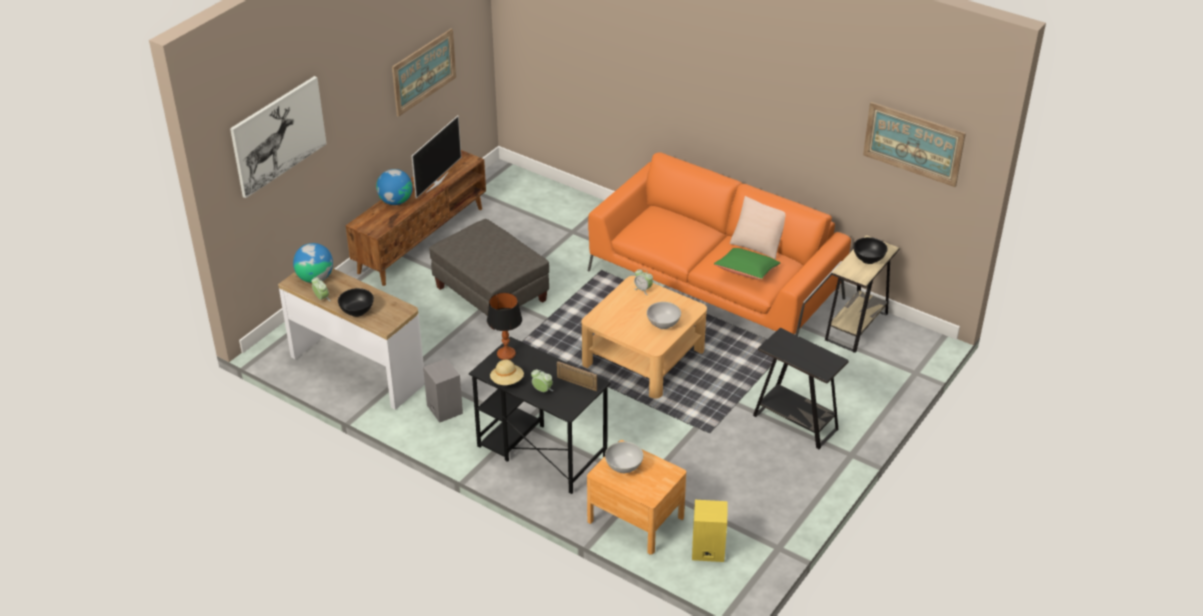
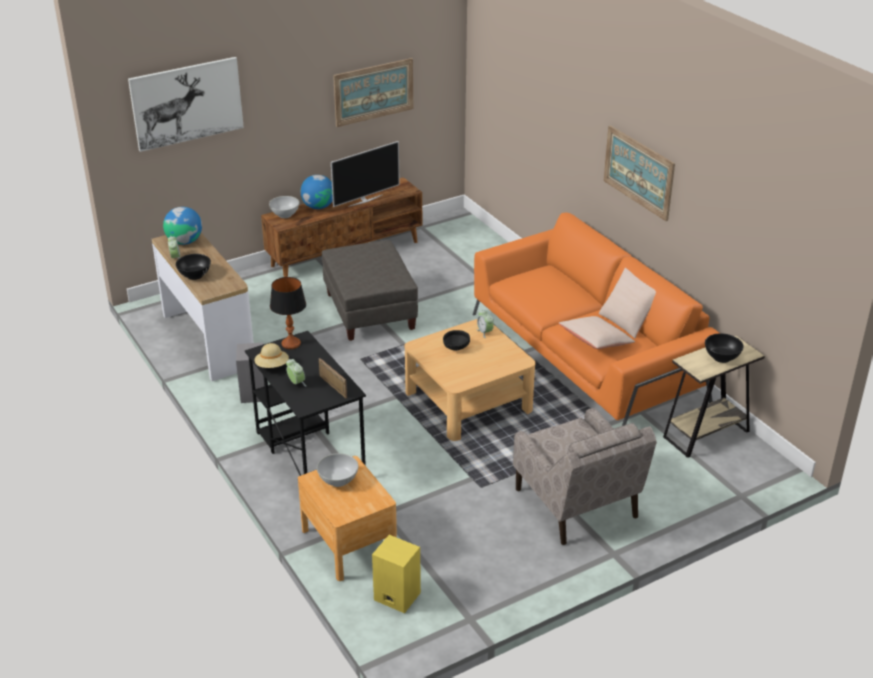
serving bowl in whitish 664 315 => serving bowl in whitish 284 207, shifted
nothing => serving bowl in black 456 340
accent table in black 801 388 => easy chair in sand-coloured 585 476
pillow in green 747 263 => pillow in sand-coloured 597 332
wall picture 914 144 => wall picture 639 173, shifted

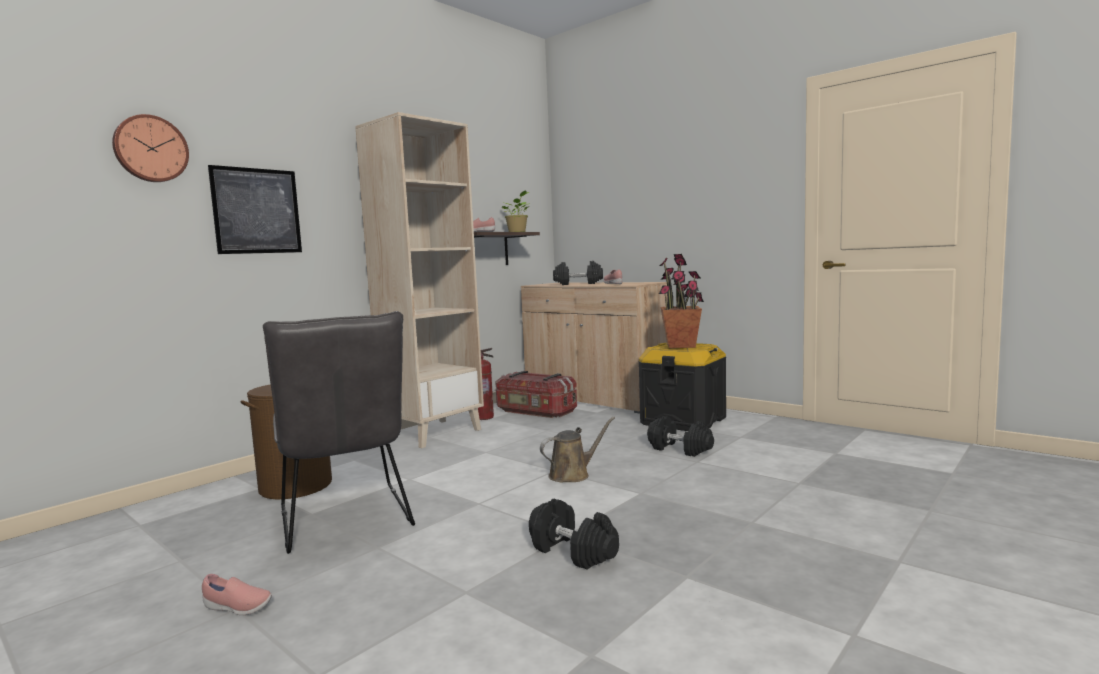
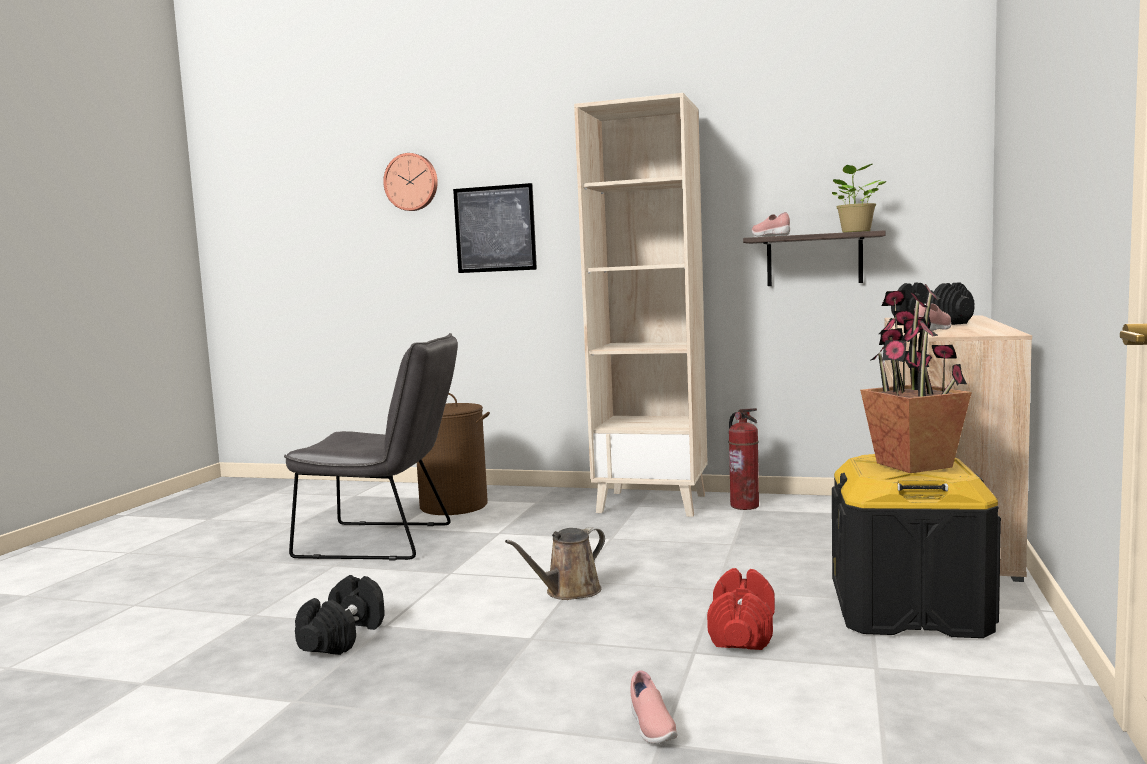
upright chair in gray 339 432 => upright chair in gray 371 446, 120 degrees counterclockwise
sprinkling can in brown 577 449 => sprinkling can in brown 555 563, 105 degrees clockwise
shoe in pinkish 237 594 => shoe in pinkish 653 707, shifted
hand weight in black 680 436 => hand weight in reddish 741 609
storage container 536 394 => nothing

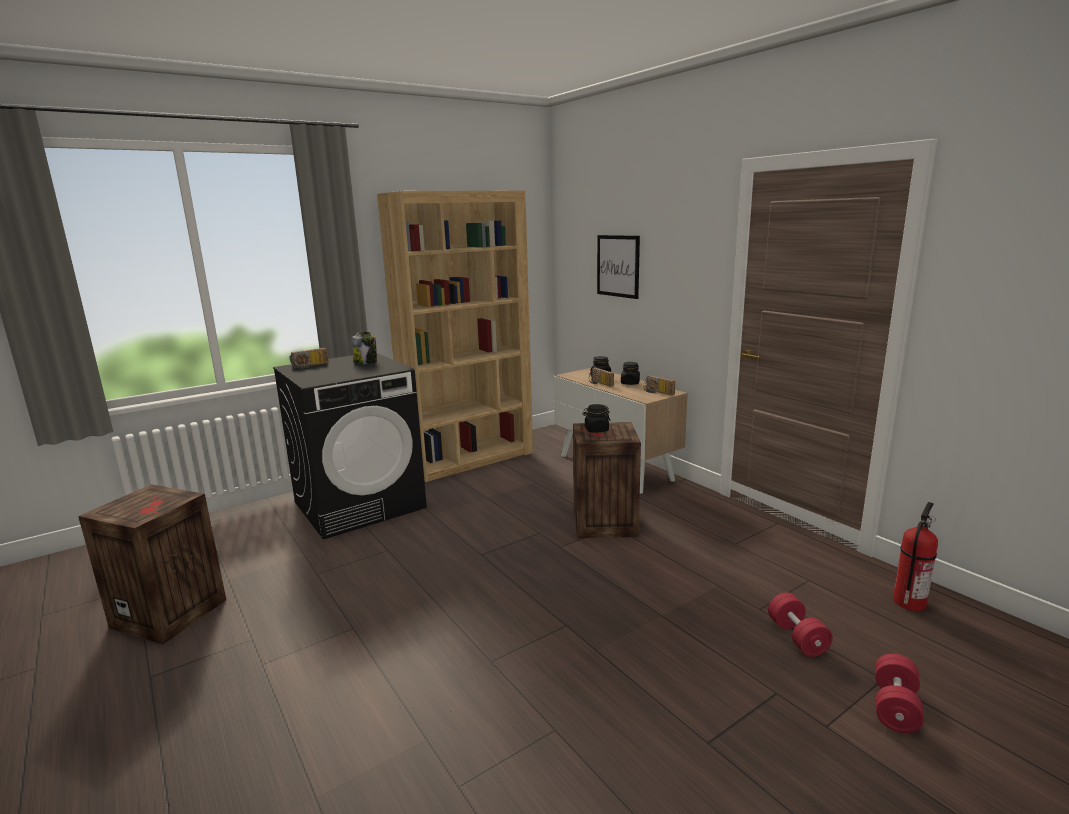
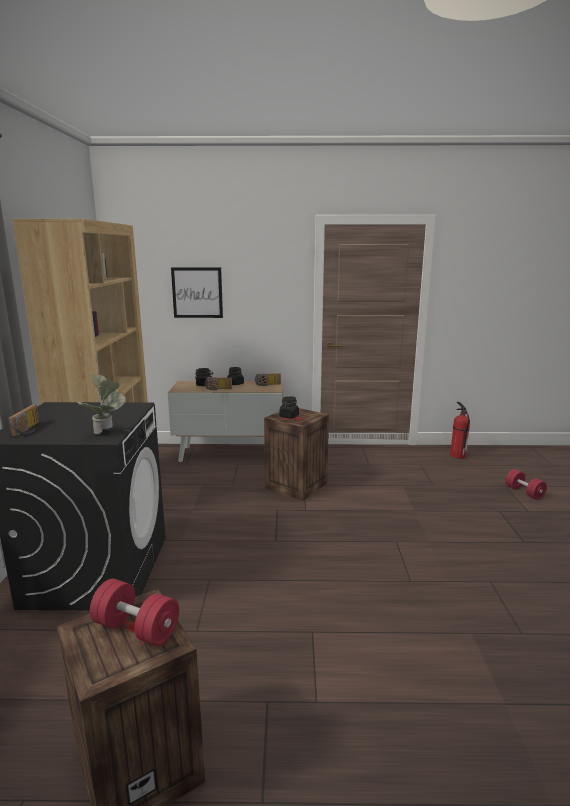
nothing => houseplant 101 404
hand weight in reddish 800 624 => hand weight in reddish 134 612, shifted
jar 364 348 => nothing

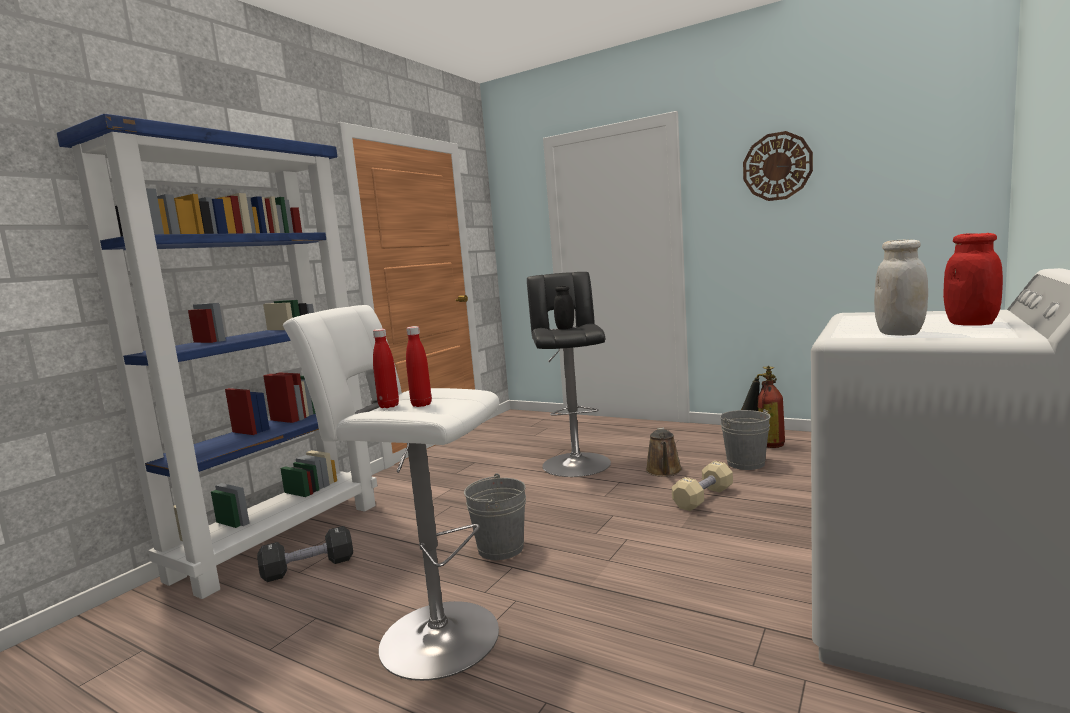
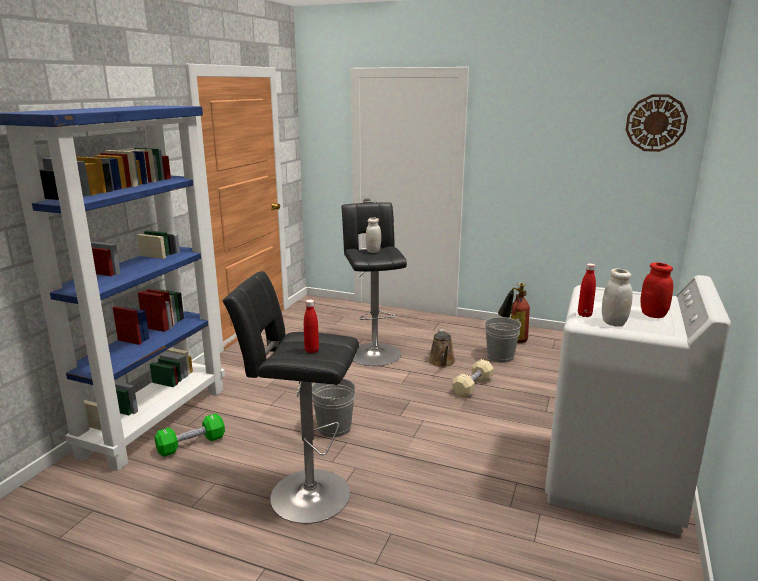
hand weight in black 305 554 => hand weight in green 190 435
stool seat in whitish 391 493 => stool seat in black 291 397
jar in black 564 308 => jar in whitish 373 235
drink bottle in reddish 386 368 => drink bottle in reddish 587 290, shifted
hanging clock 778 166 => hanging clock 657 123, shifted

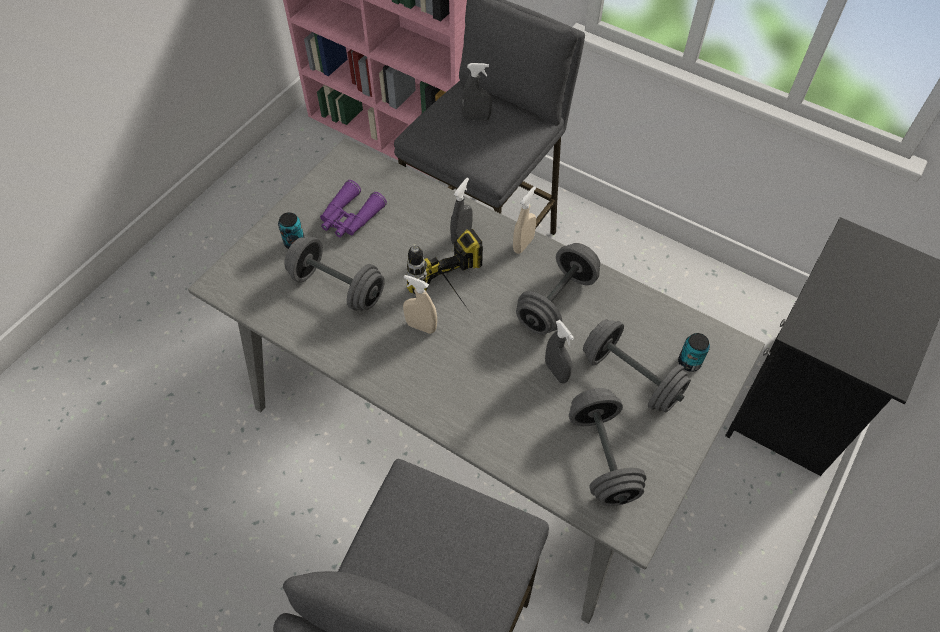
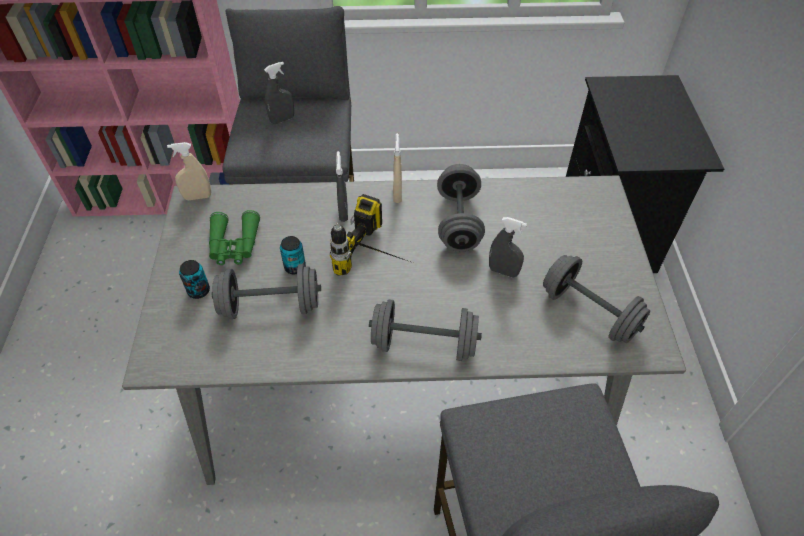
sprayer in sand-coloured 420 304 => sprayer in sand-coloured 189 171, shifted
binoculars in purple-coloured 353 208 => binoculars in green 234 237
sealed can 694 352 => sealed can 293 255, shifted
hand weight in gray 637 365 => hand weight in gray 425 330, shifted

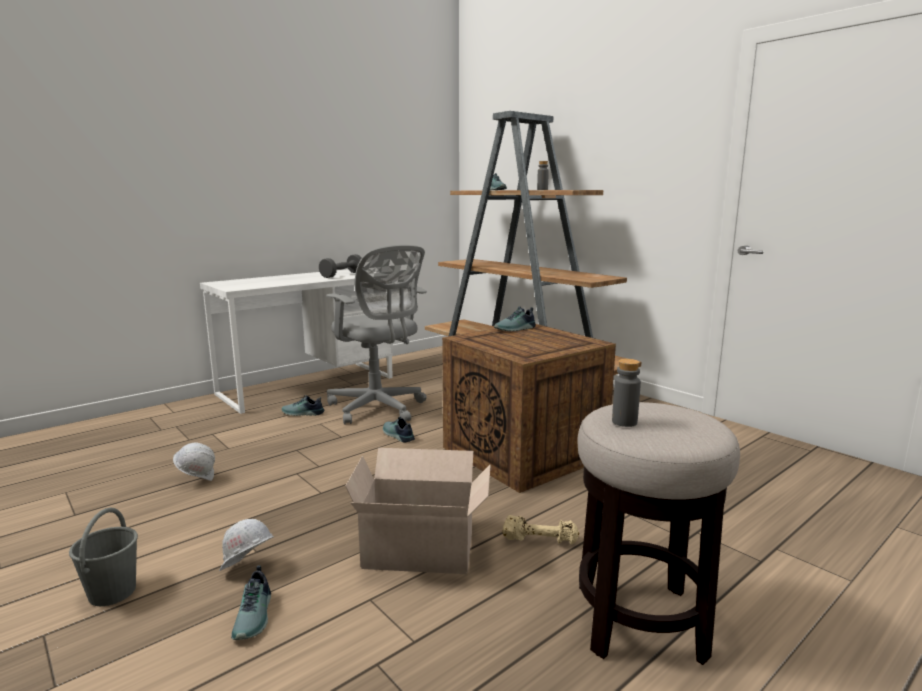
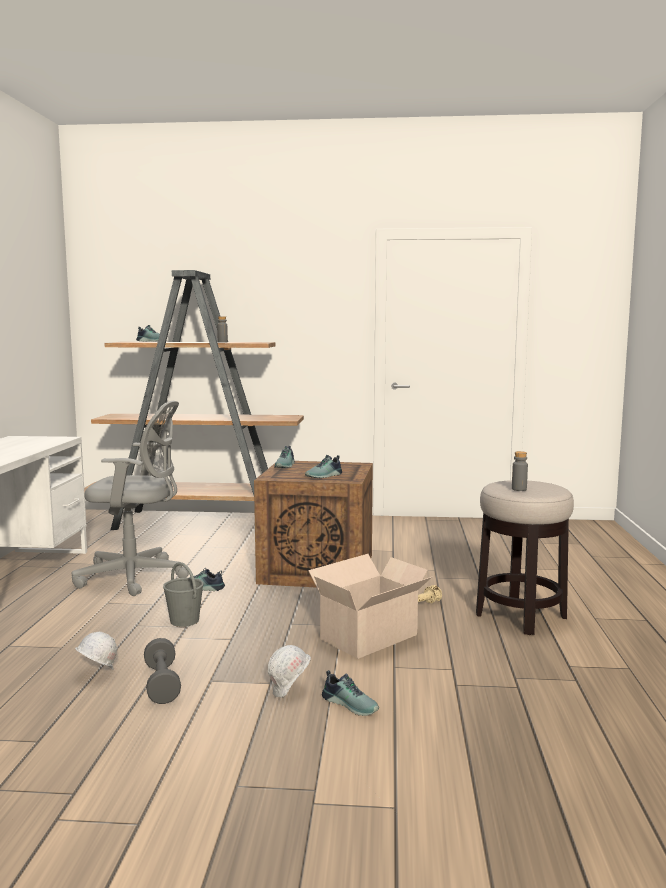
hand weight in gray 341 266 => hand weight in gray 162 671, shifted
bucket in gray 103 557 => bucket in gray 183 594, shifted
shoe 302 405 => shoe 323 466, shifted

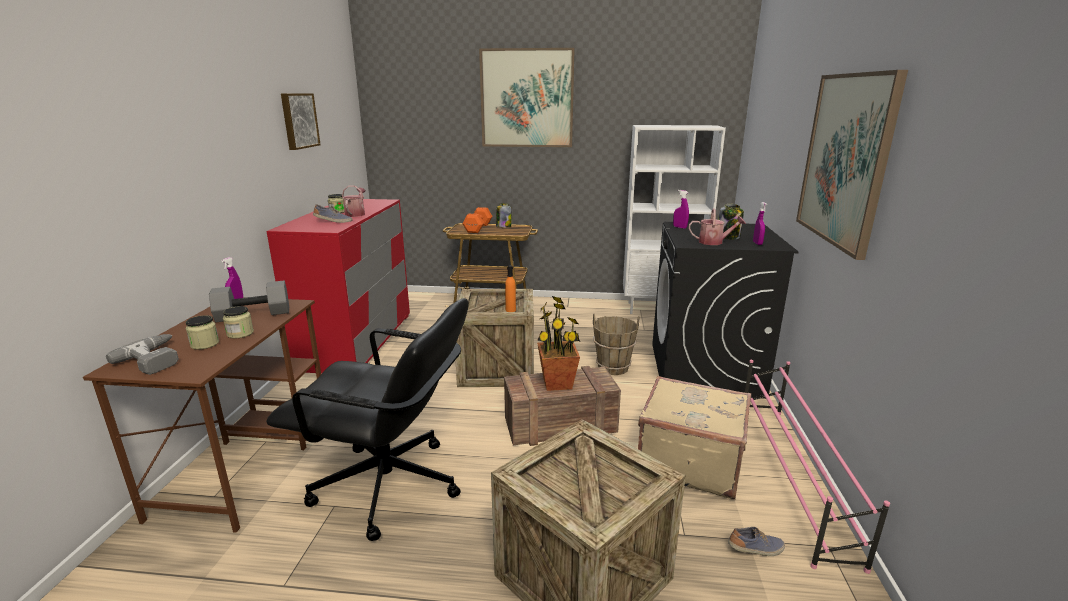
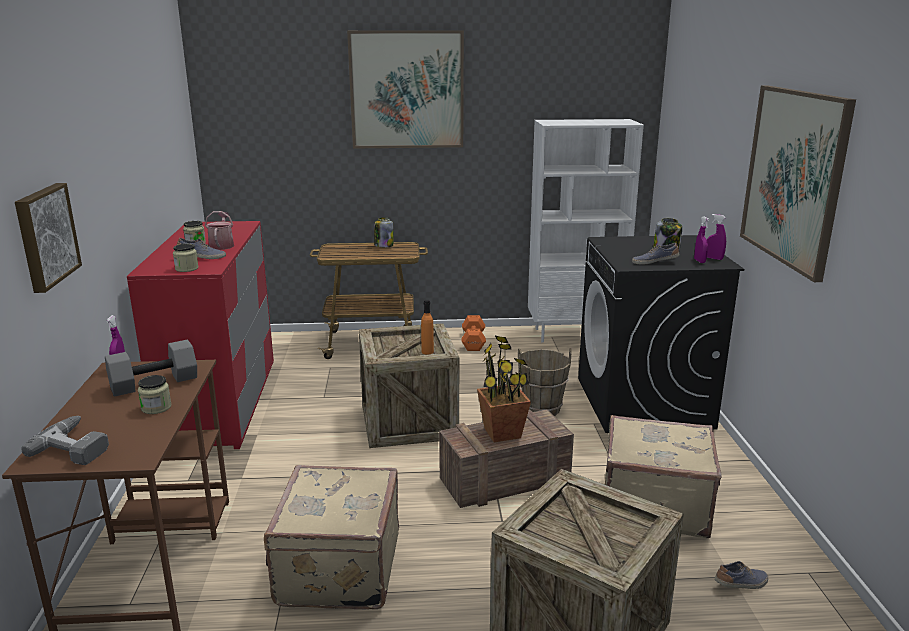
wall picture 301 121 => wall picture 48 238, shifted
jar 202 332 => jar 185 258, shifted
computer chair in black 367 419 => suitcase in sand-coloured 331 537
hand weight in orangey 477 220 => hand weight in orangey 474 333, shifted
sprinkling can 717 226 => shoe 655 254
sprayer in purple-coloured 681 209 => sprayer in purple-coloured 716 237, shifted
shoe rack in pinkish 817 467 => nothing

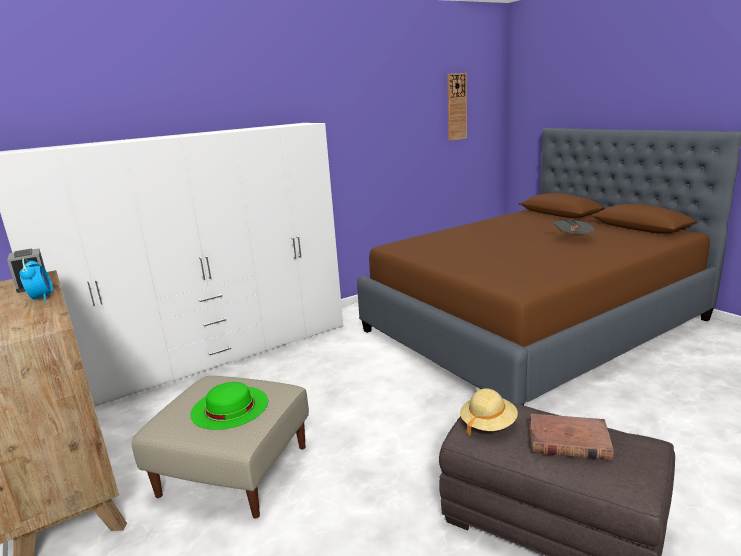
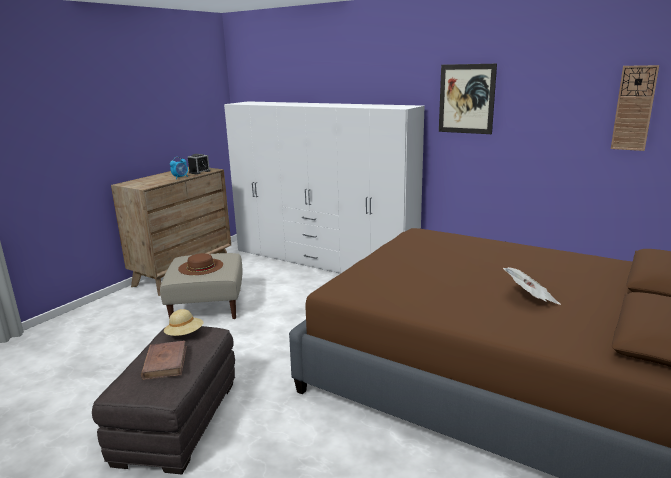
wearable hat in green 229 406 => wearable hat in brown 200 264
nothing => wall picture 468 99

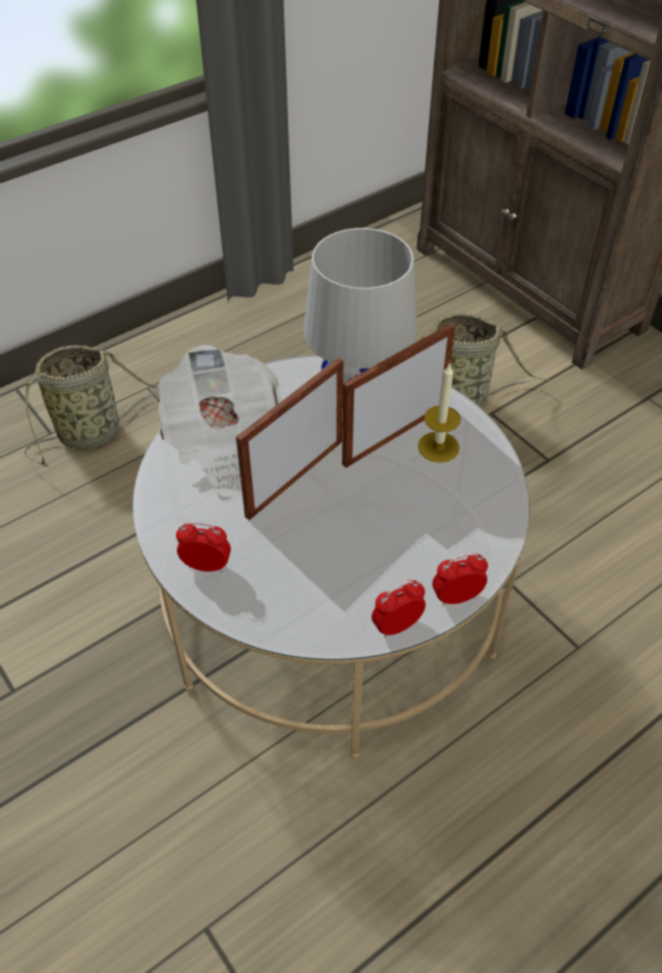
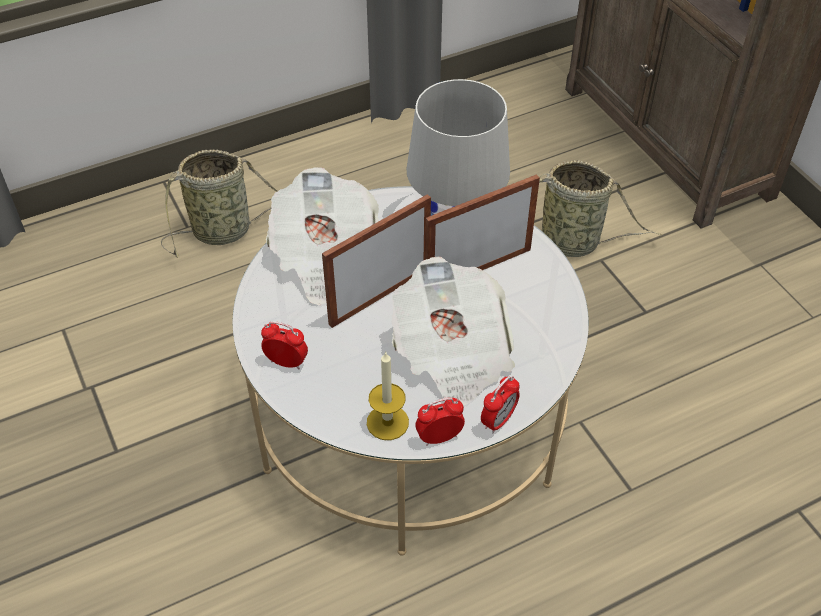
wax candle 439 413 => wax candle 388 395, shifted
nothing => newspaper 453 331
bedside clock 460 579 => bedside clock 500 404, 135 degrees clockwise

